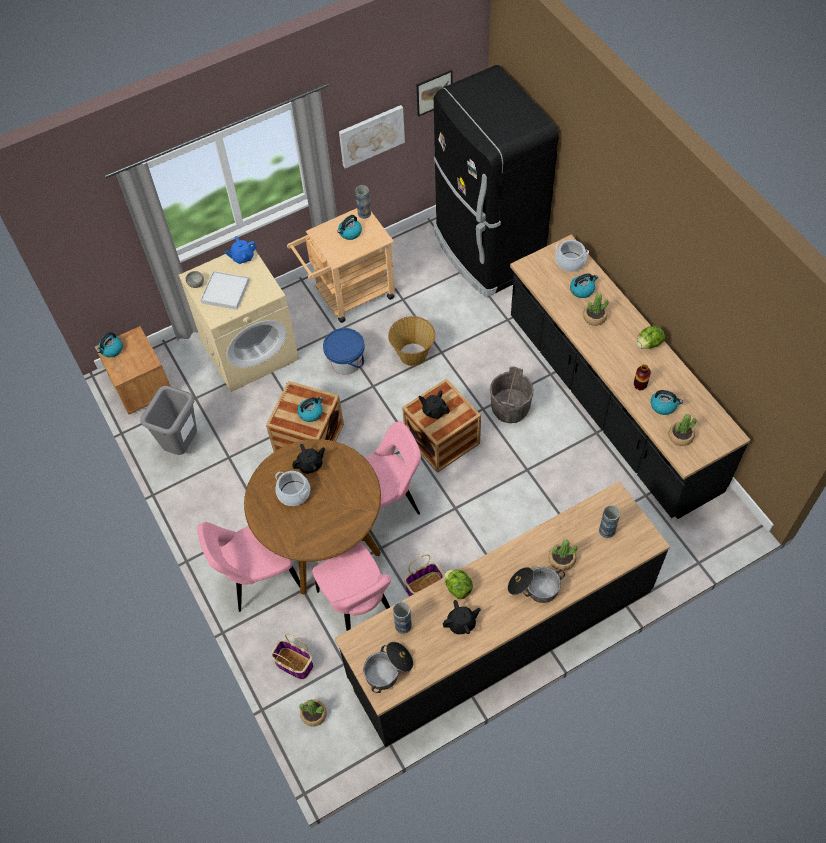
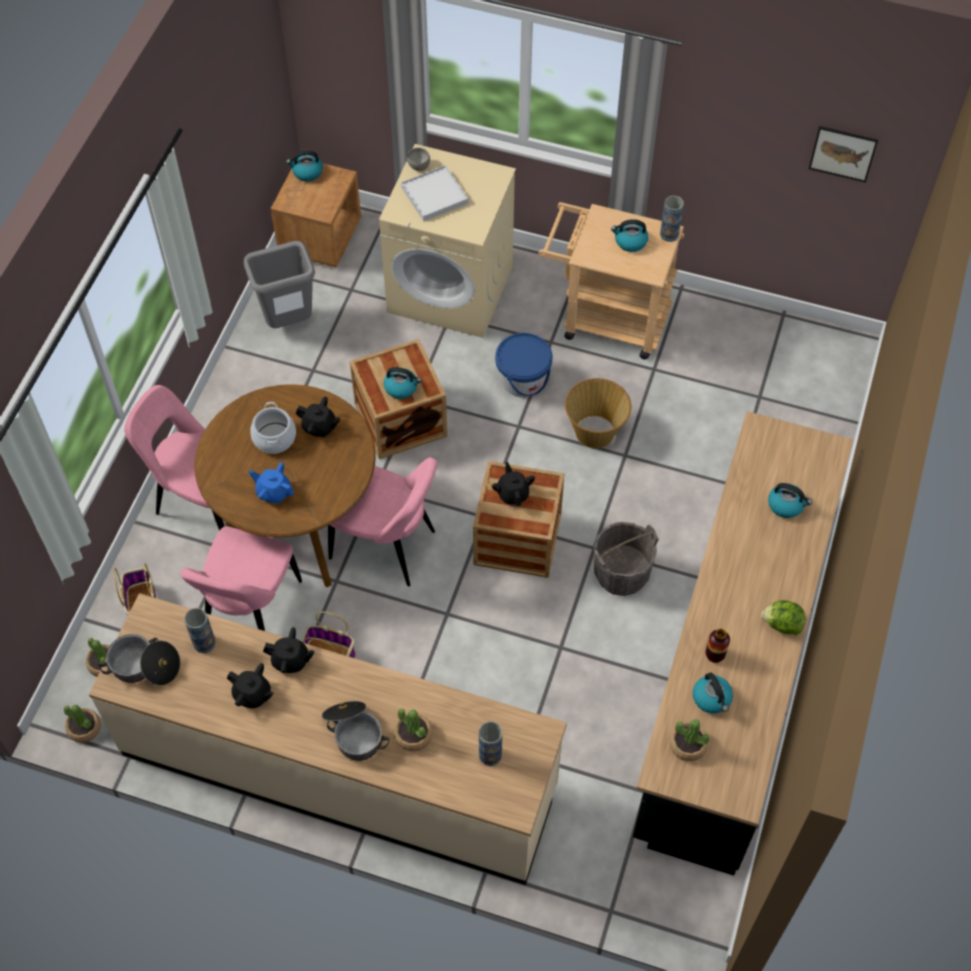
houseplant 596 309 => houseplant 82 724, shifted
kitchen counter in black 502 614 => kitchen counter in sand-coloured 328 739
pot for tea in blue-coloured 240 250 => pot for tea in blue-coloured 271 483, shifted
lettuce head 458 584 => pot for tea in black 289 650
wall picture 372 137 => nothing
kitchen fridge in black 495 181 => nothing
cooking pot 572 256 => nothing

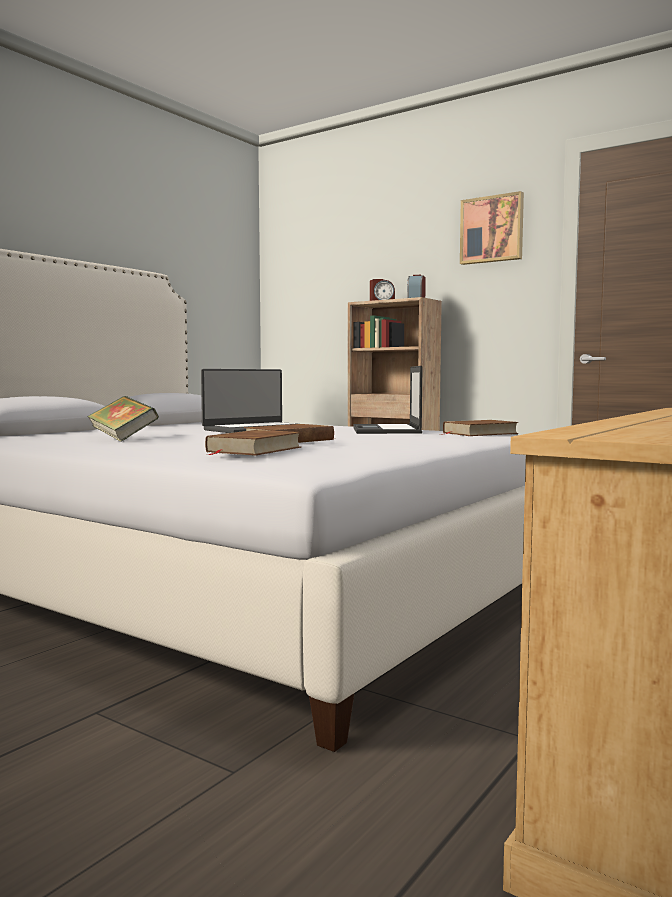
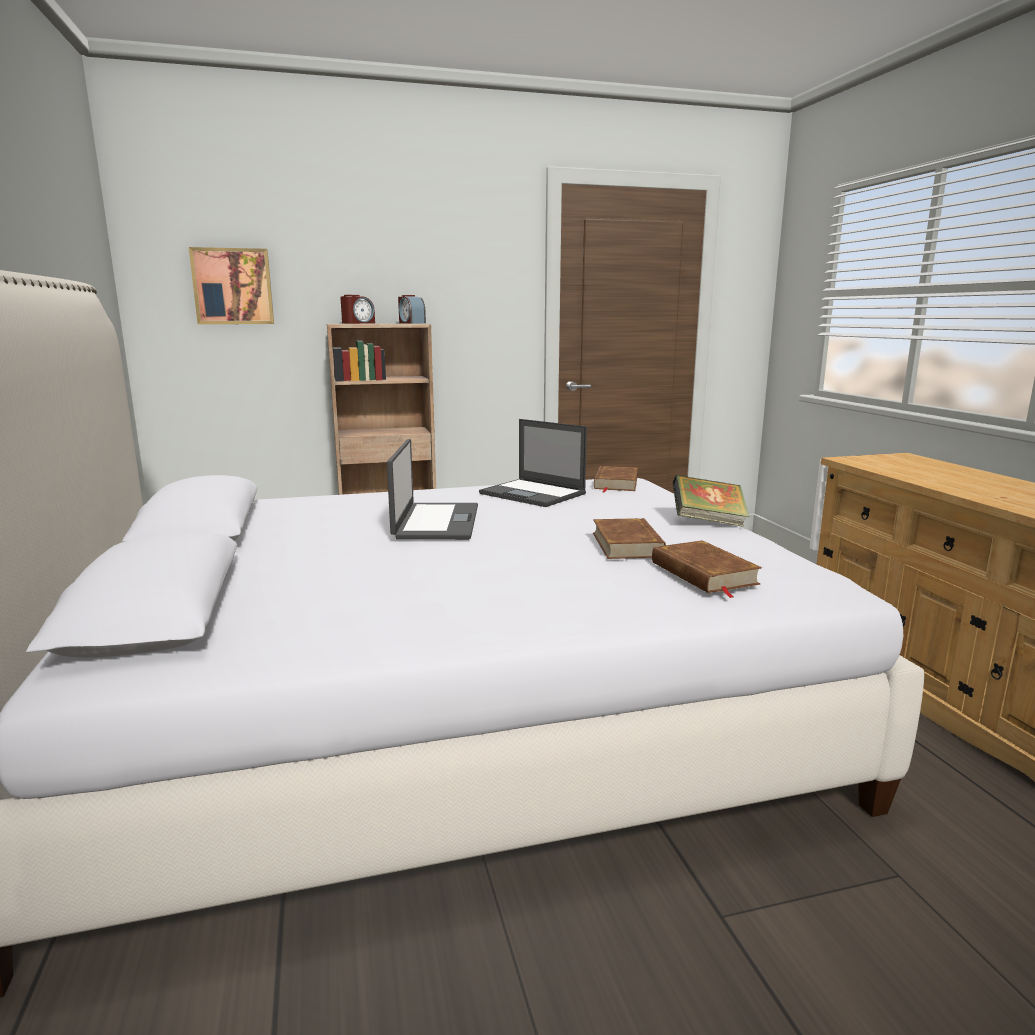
wall picture 492 228 => wall picture 231 285, shifted
volume 123 419 => volume 711 501, shifted

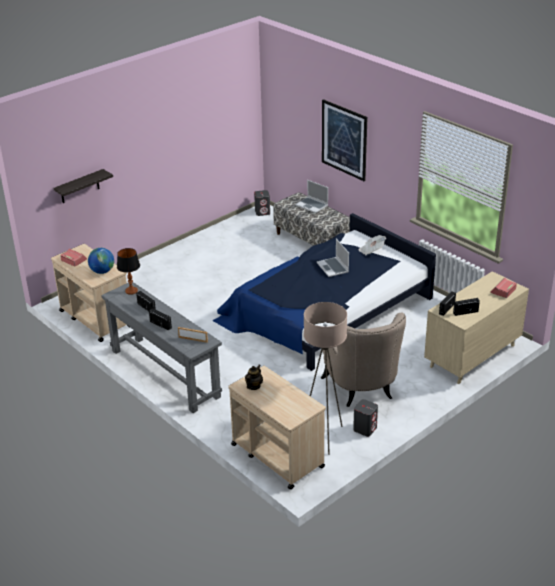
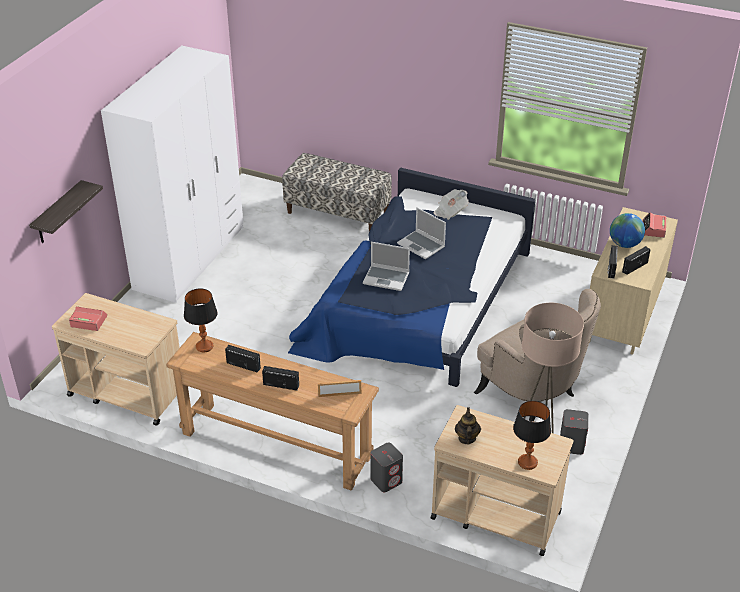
nothing => armoire in whitish 172 174
console table in gray 161 347 => console table in brown 272 411
laptop 311 196 => laptop 386 266, shifted
audio speaker in gray 262 203 => audio speaker in gray 386 467, shifted
nothing => tabletop lamp 532 435
desk globe 101 261 => desk globe 627 230, shifted
wall picture 345 140 => nothing

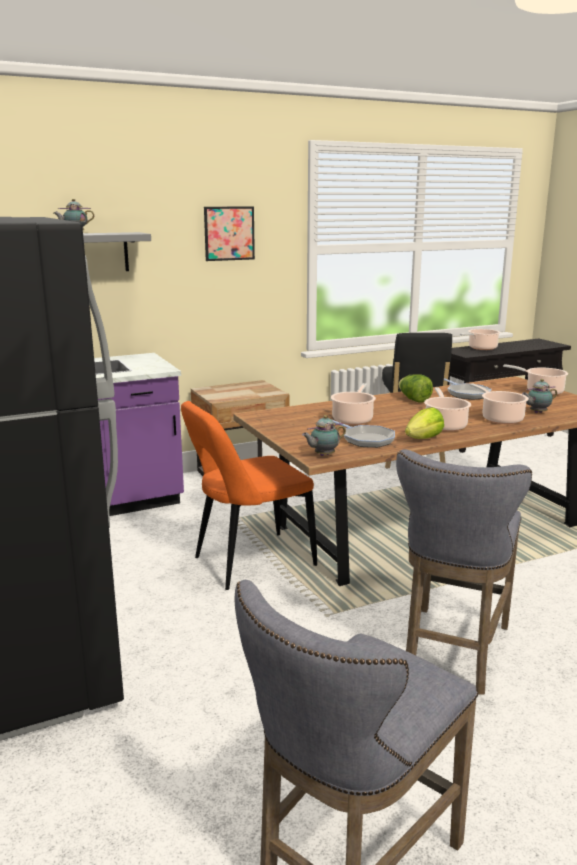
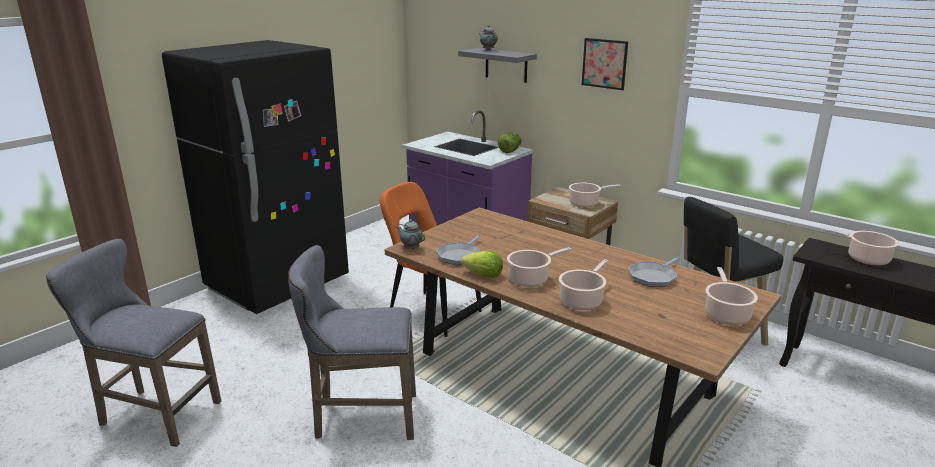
lettuce head 416 389 => lettuce head 510 142, shifted
cooking pot 353 404 => cooking pot 594 195, shifted
pot for tea 539 396 => nothing

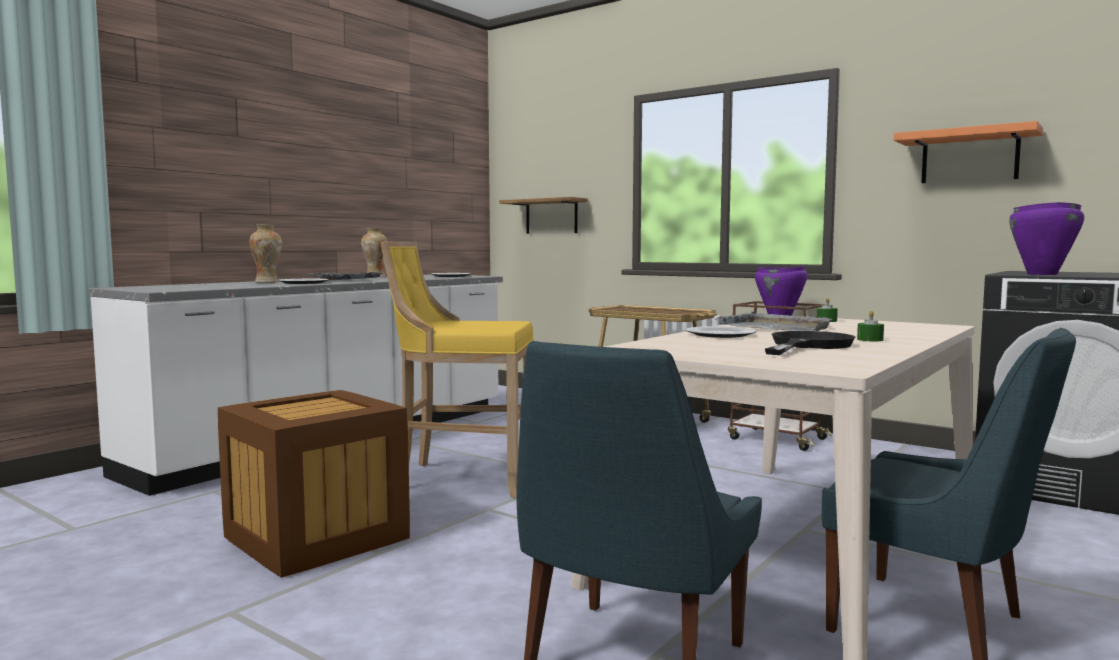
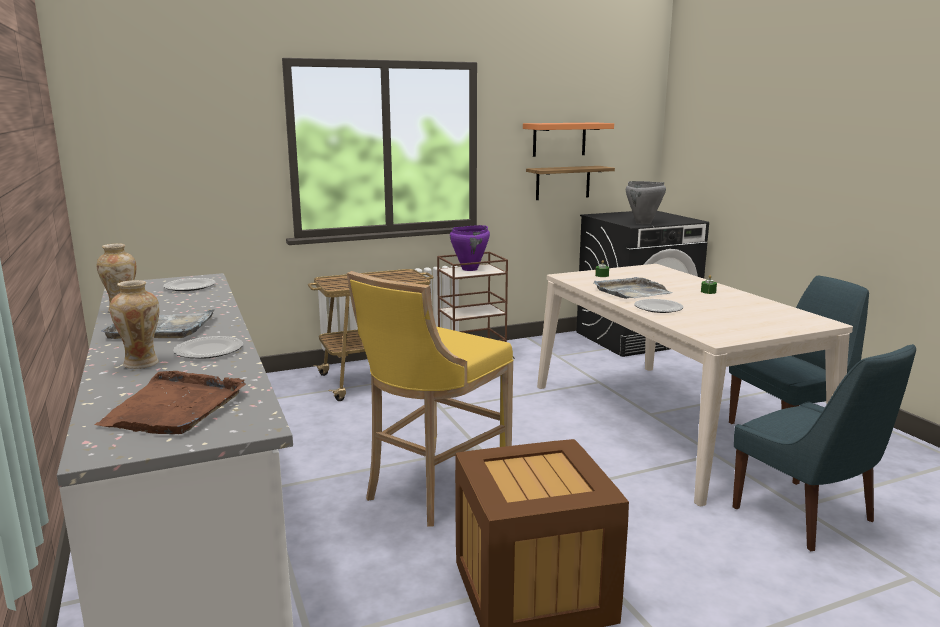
nothing => serving tray in brown 170 402
bracket shelf 543 215 => bracket shelf 570 183, shifted
cooking pot in purple-coloured 1046 238 => cooking pot in gray 646 202
skillet in black 810 343 => nothing

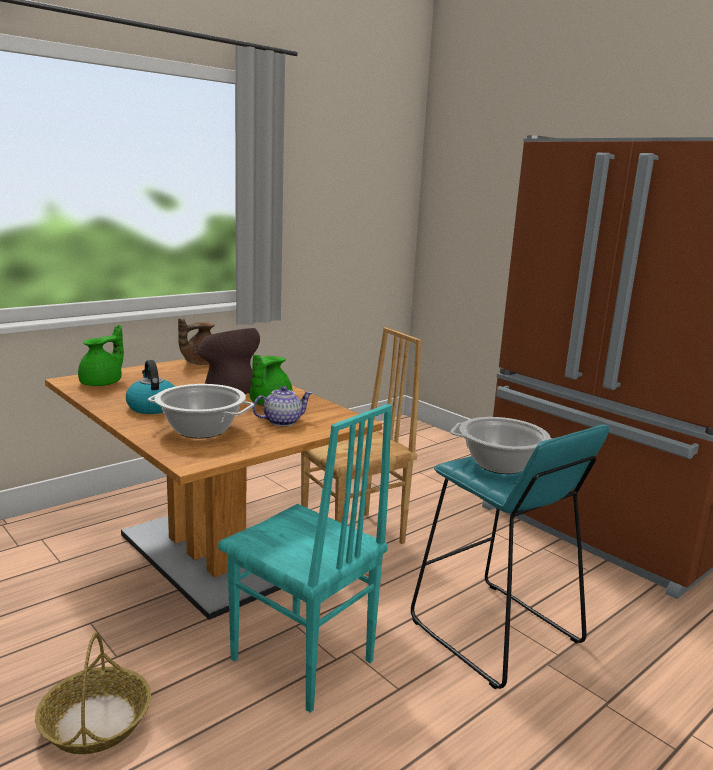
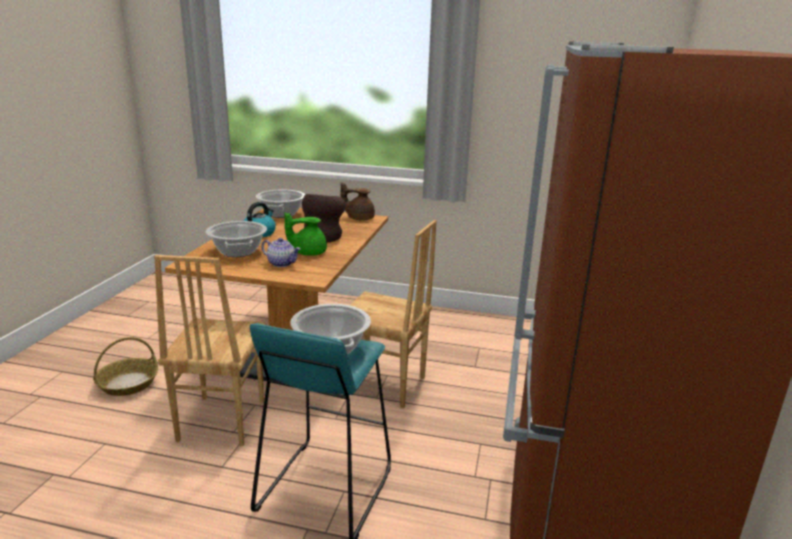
upright chair in turquoise 305 558 => upright chair in brown 210 350
pot for tea in green 101 355 => cooking pot 280 204

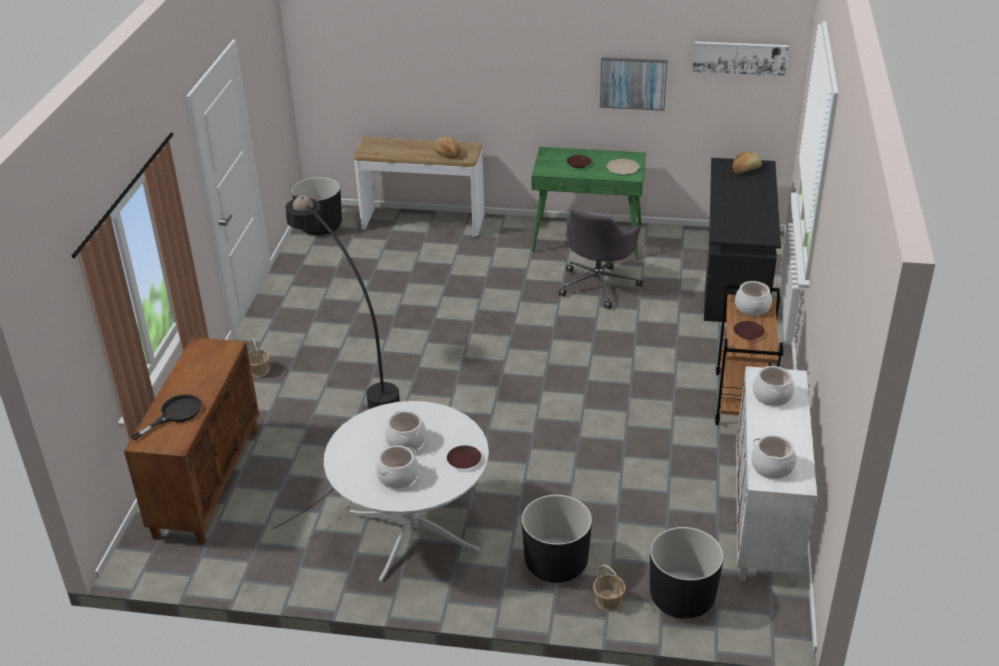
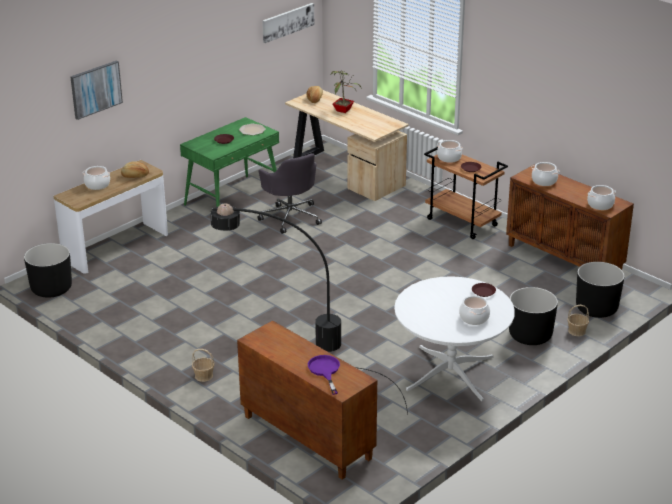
wall picture 634 84 => wall picture 96 90, shifted
cooking pot 405 431 => cooking pot 96 178, shifted
desk table in black 742 240 => desk table in sand-coloured 347 145
skillet in black 166 417 => skillet in purple-coloured 324 375
nothing => houseplant 346 91
storage cabinet in whitish 776 476 => storage cabinet in brown 570 217

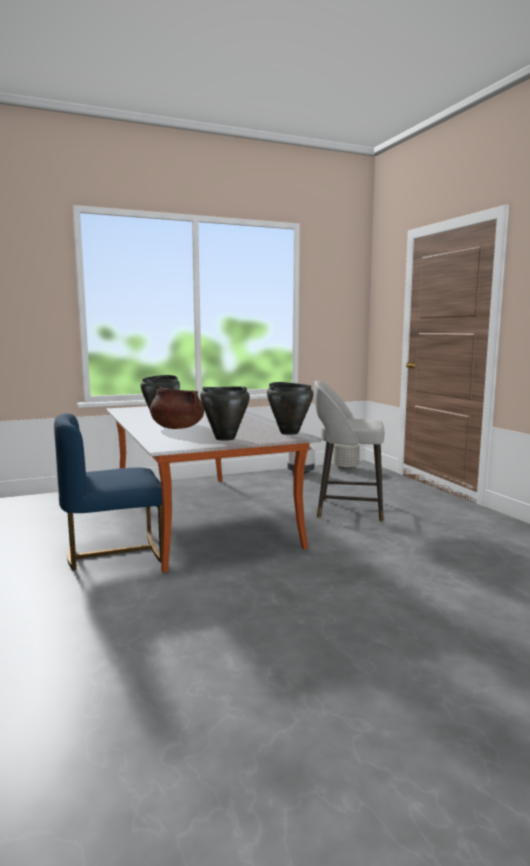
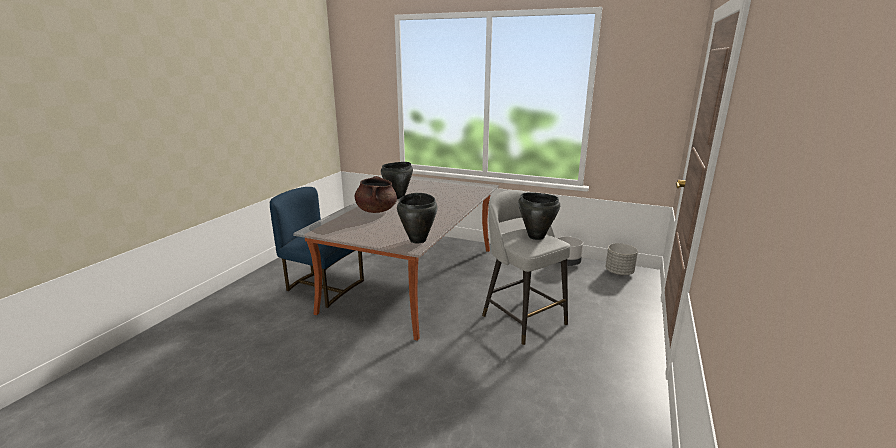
cooking pot in black 225 414 => cooking pot in black 539 216, shifted

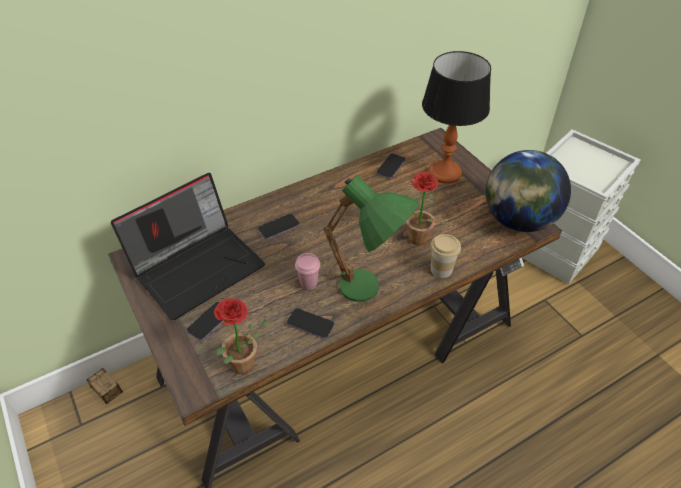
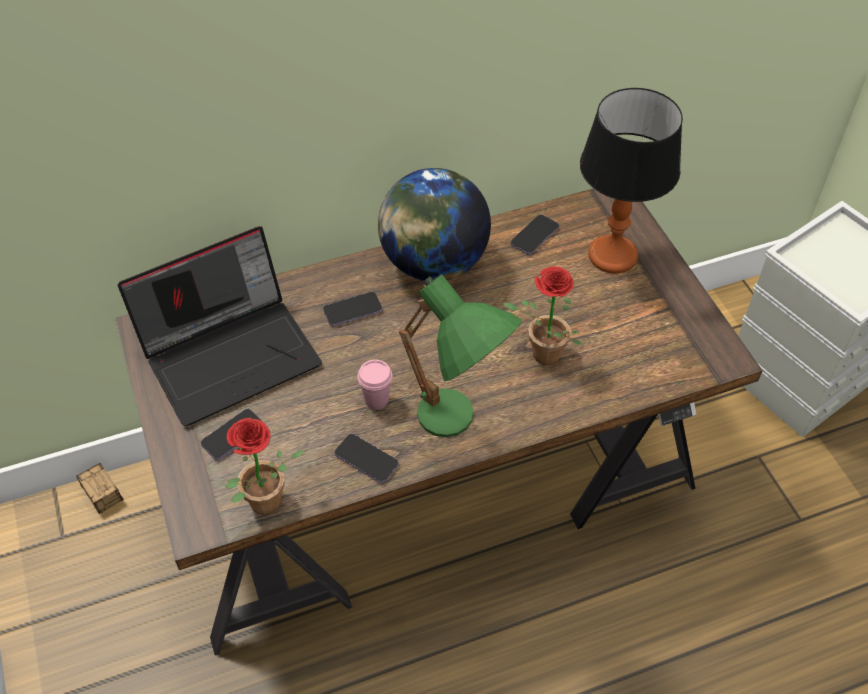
desk globe 528 191 => desk globe 434 224, shifted
small cup 445 256 => nothing

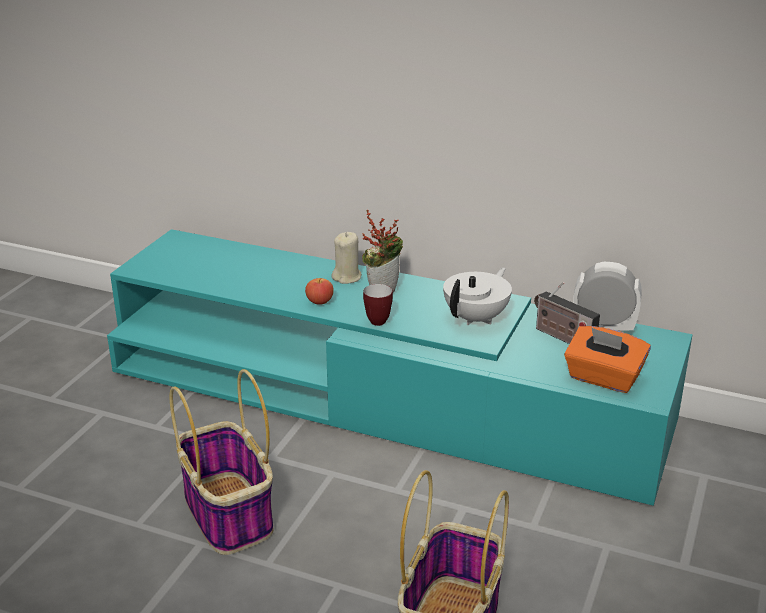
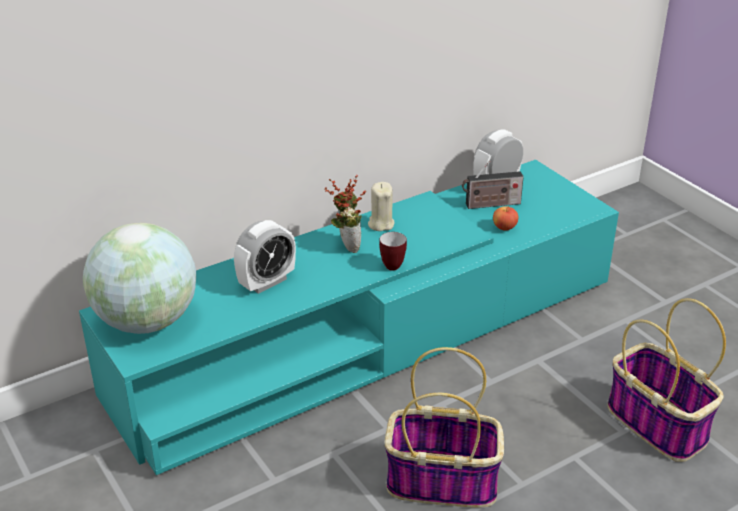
nothing => desk globe 139 278
nothing => bedside clock 265 257
wax candle in sand-coloured 346 258 => wax candle in sand-coloured 381 206, shifted
apple fruit 319 291 => apple fruit 506 218, shifted
pot for tea in whitish 477 296 => nothing
tissue box in orangey 607 359 => nothing

